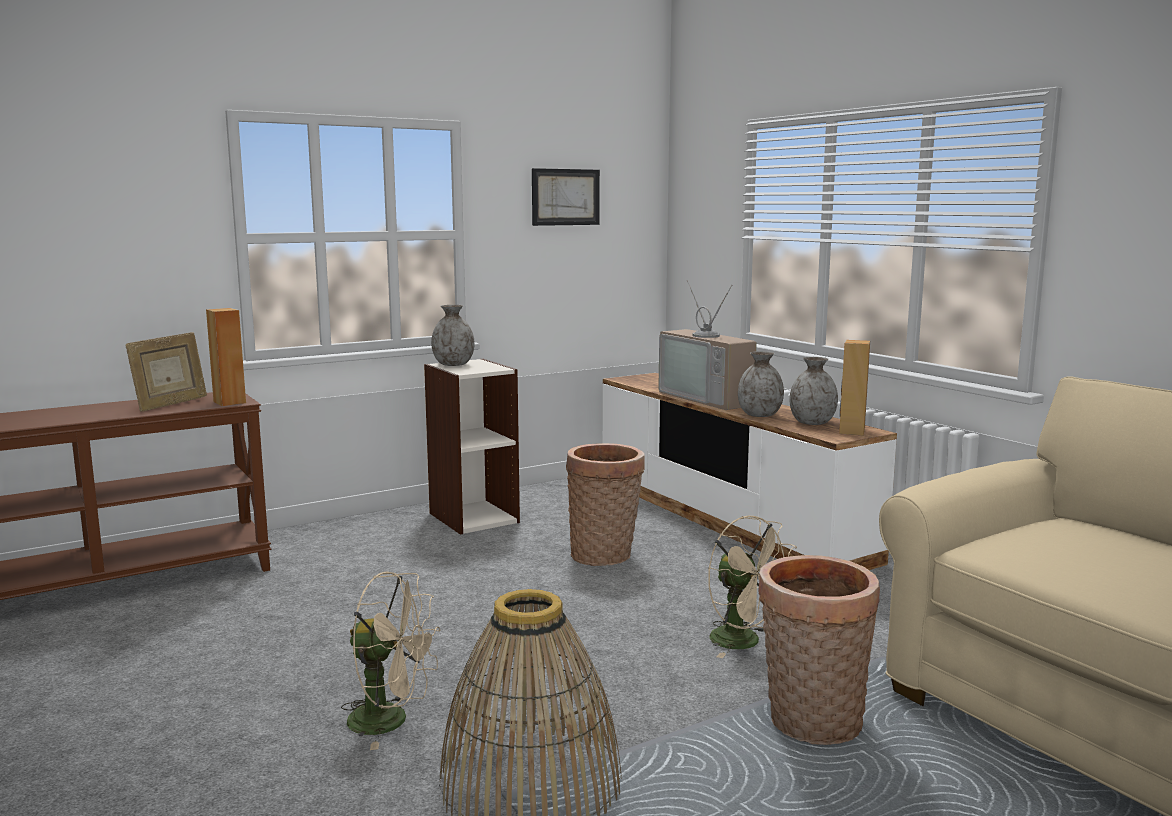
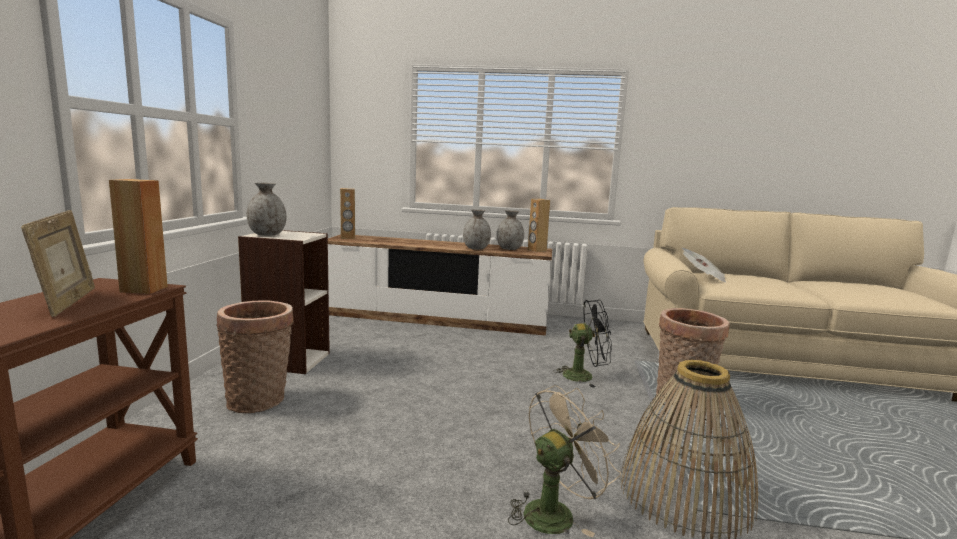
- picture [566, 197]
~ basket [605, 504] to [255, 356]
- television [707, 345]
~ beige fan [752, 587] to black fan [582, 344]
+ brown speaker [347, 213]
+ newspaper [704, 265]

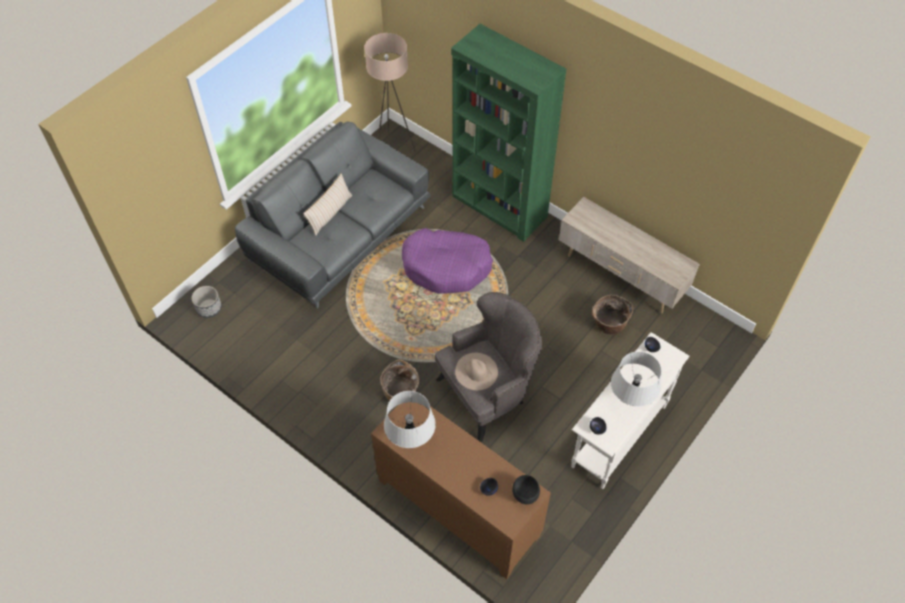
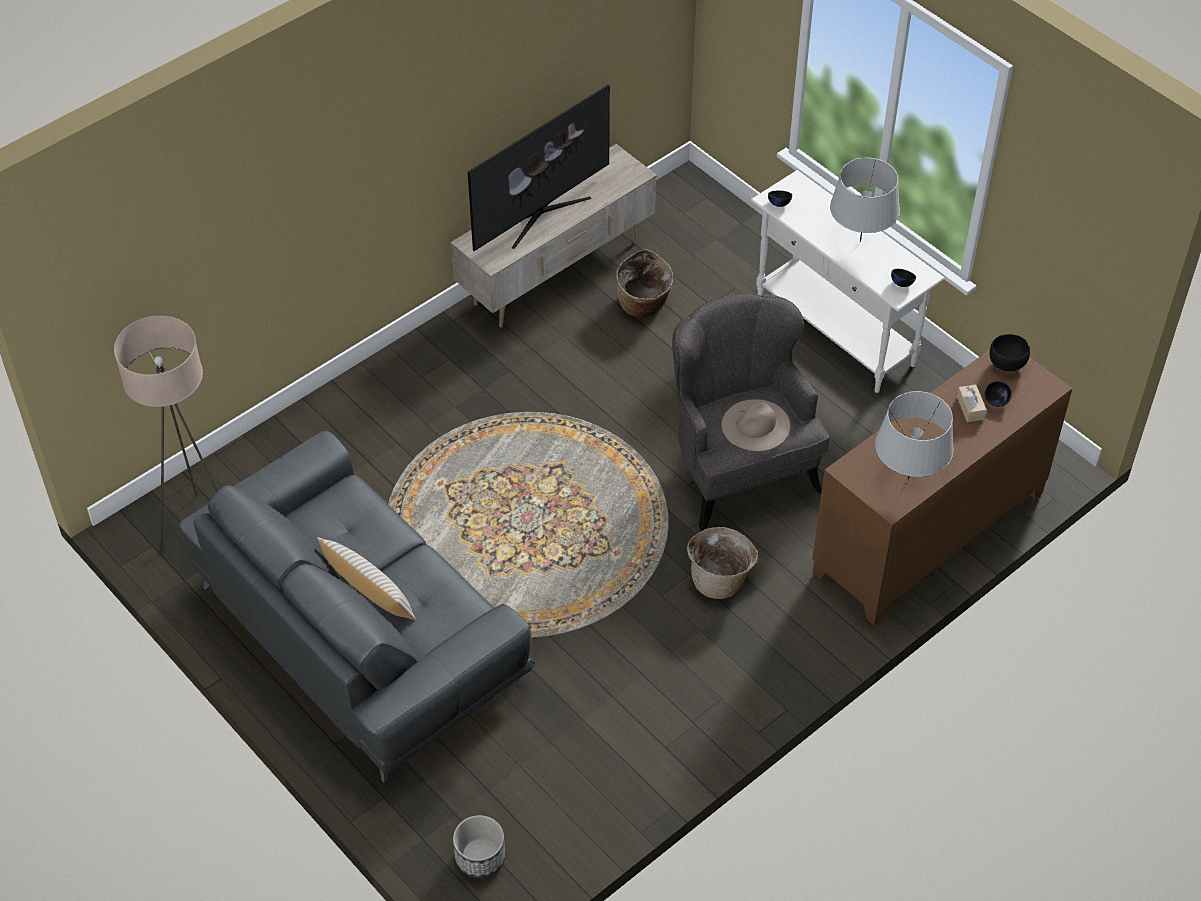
- purple dog bed [447, 260]
- green bookcase [509, 133]
+ television [539, 168]
+ beige tissue box [972, 403]

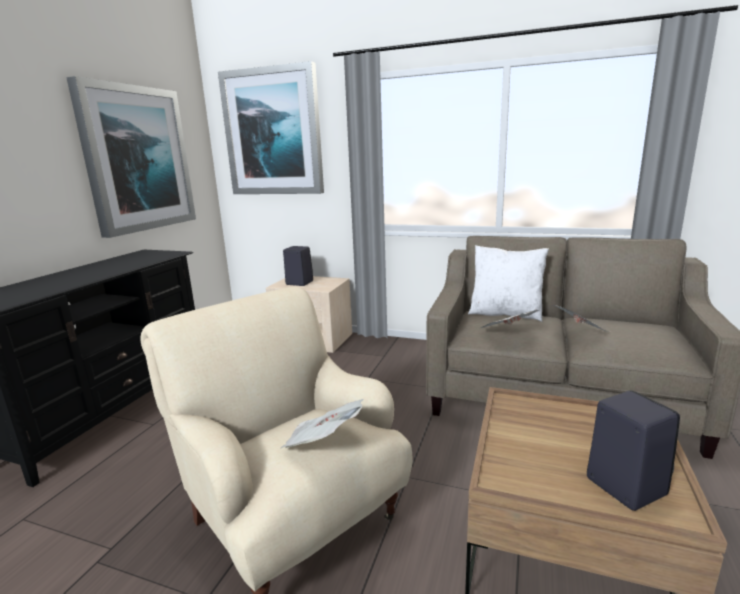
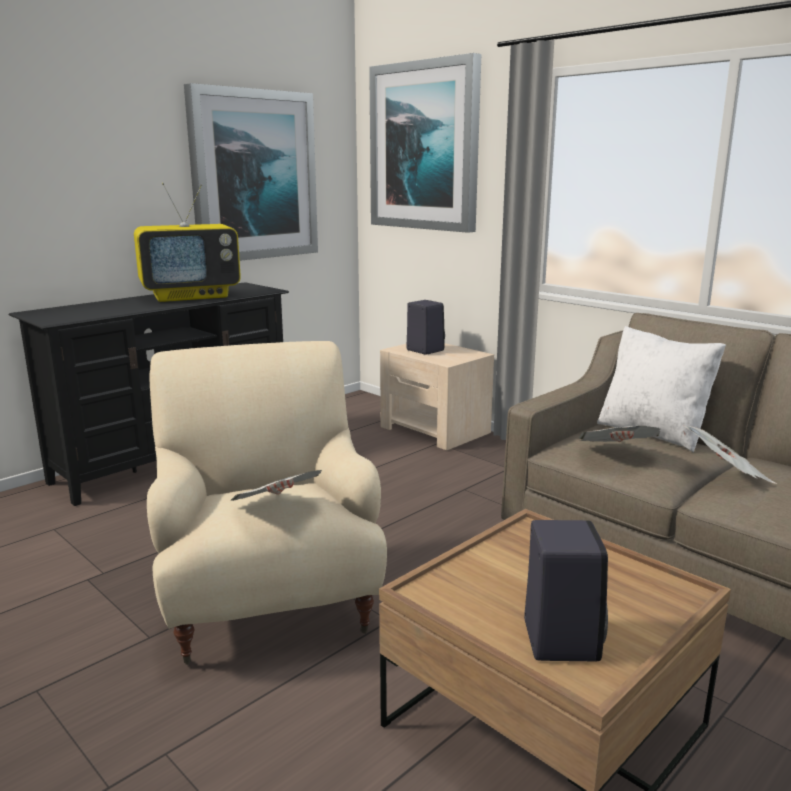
+ television [187, 242]

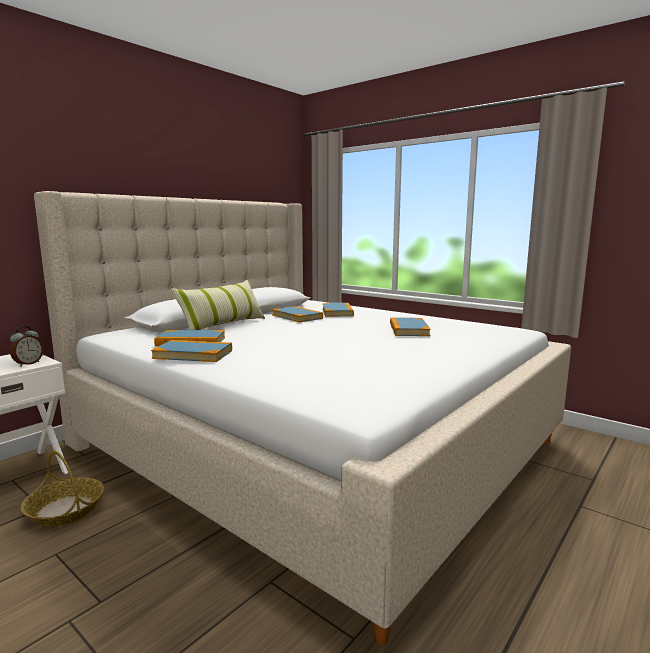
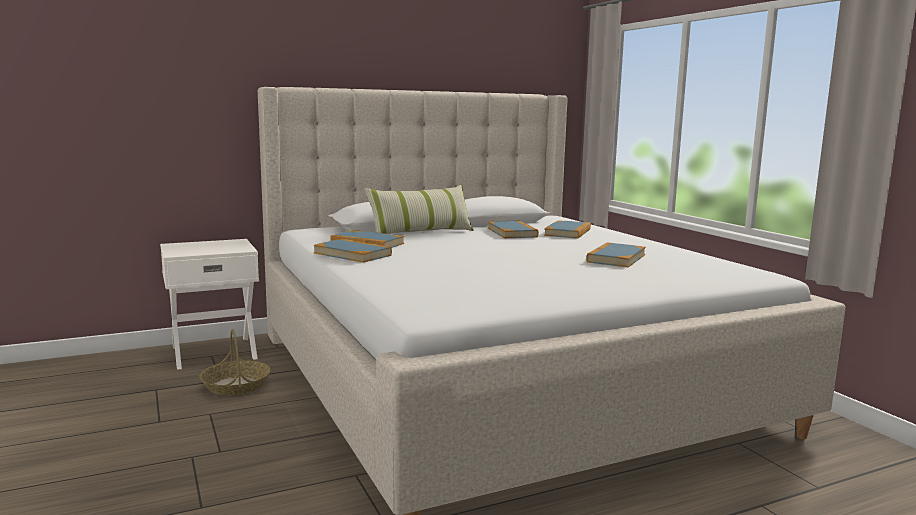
- alarm clock [26, 346]

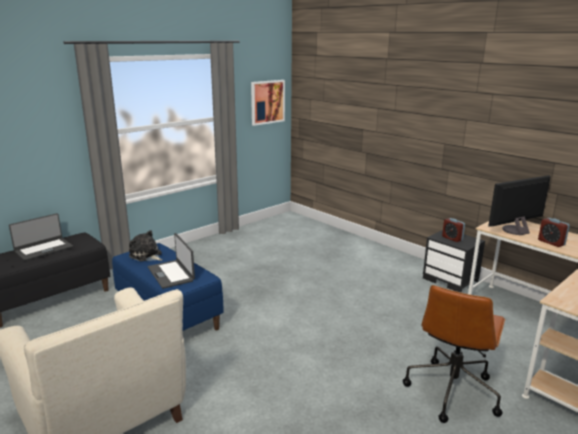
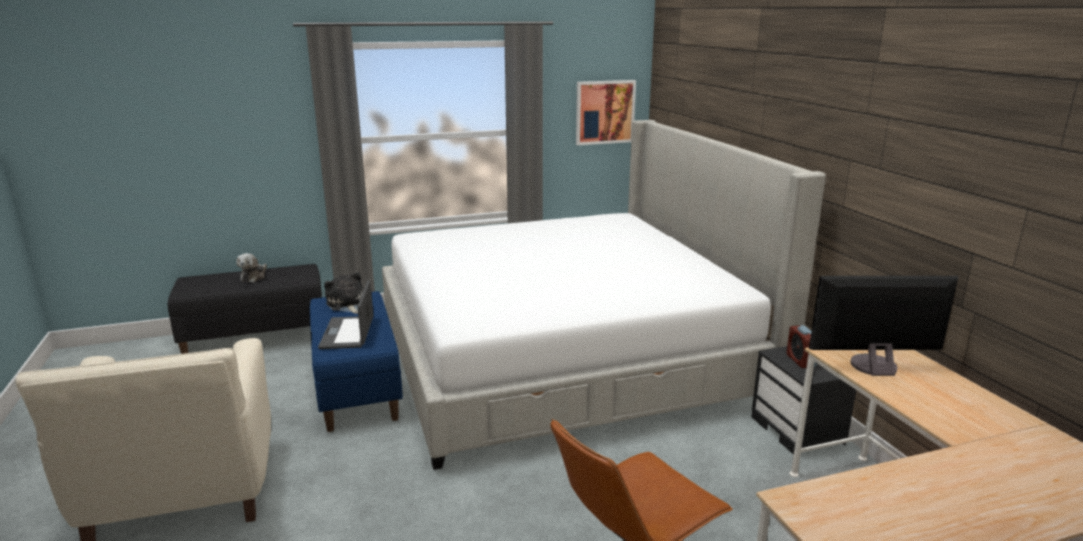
~ laptop [41, 237] to plush toy [251, 267]
- alarm clock [554, 232]
+ bed [604, 295]

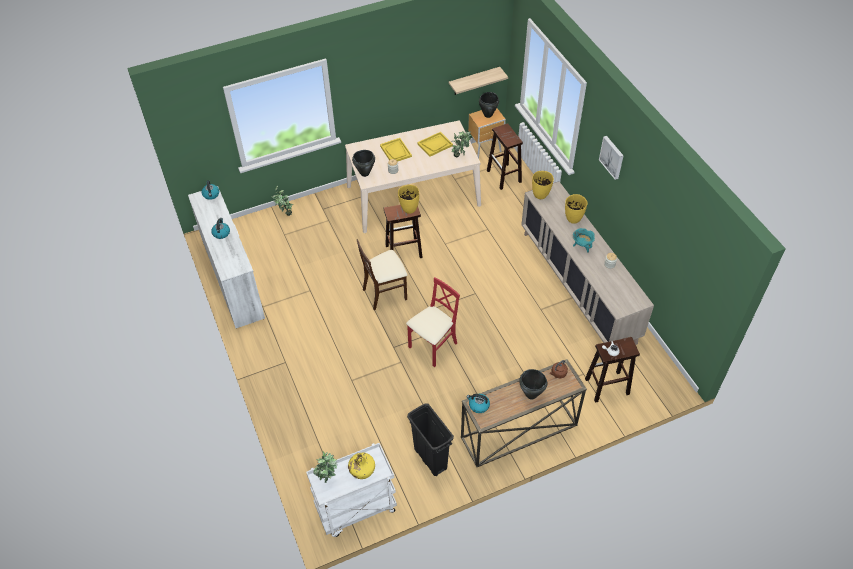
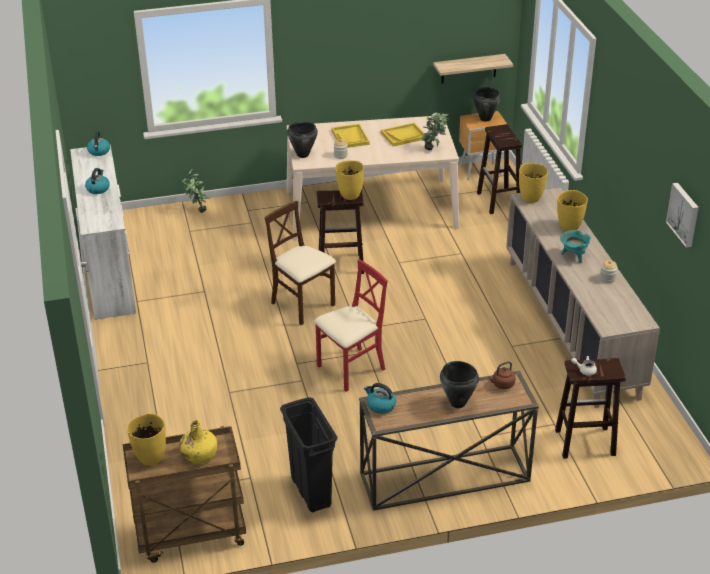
~ white cart [351, 490] to brown cart [184, 494]
~ potted plant [325, 467] to yellow vase [146, 440]
~ beige chair [382, 274] = [300, 263] 60 degrees clockwise
~ picture [611, 158] to [682, 215]

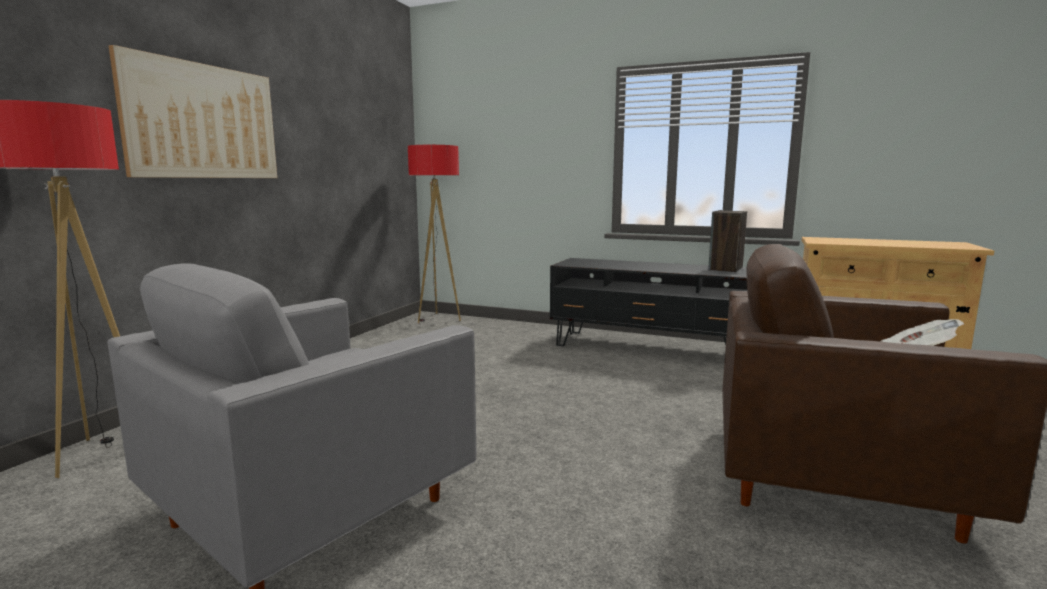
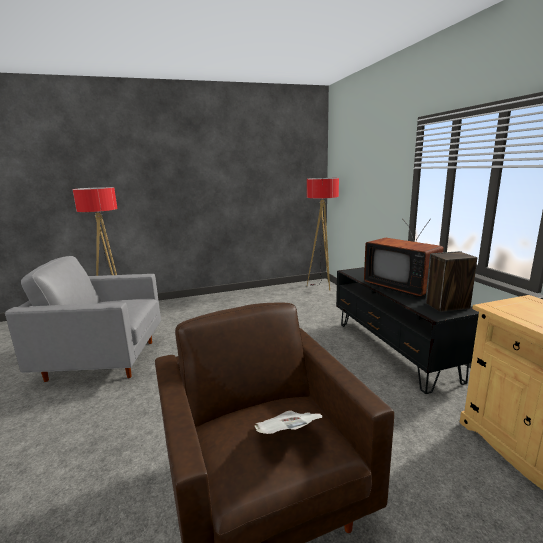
- picture [192, 111]
+ television [404, 258]

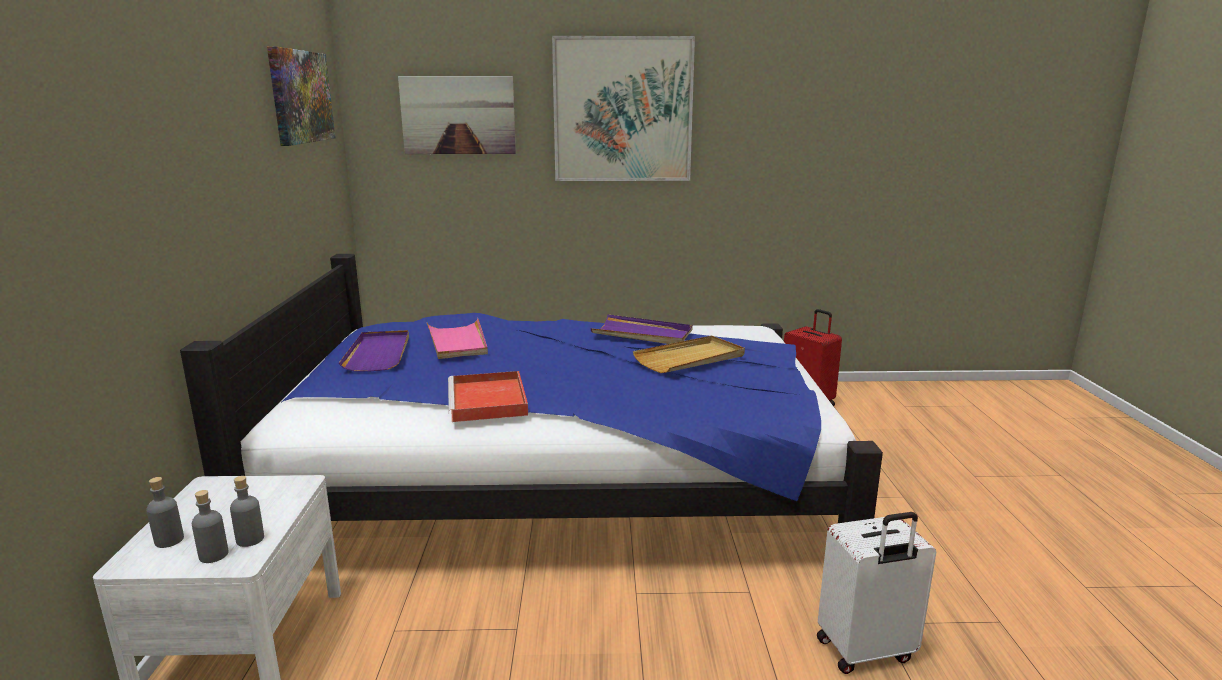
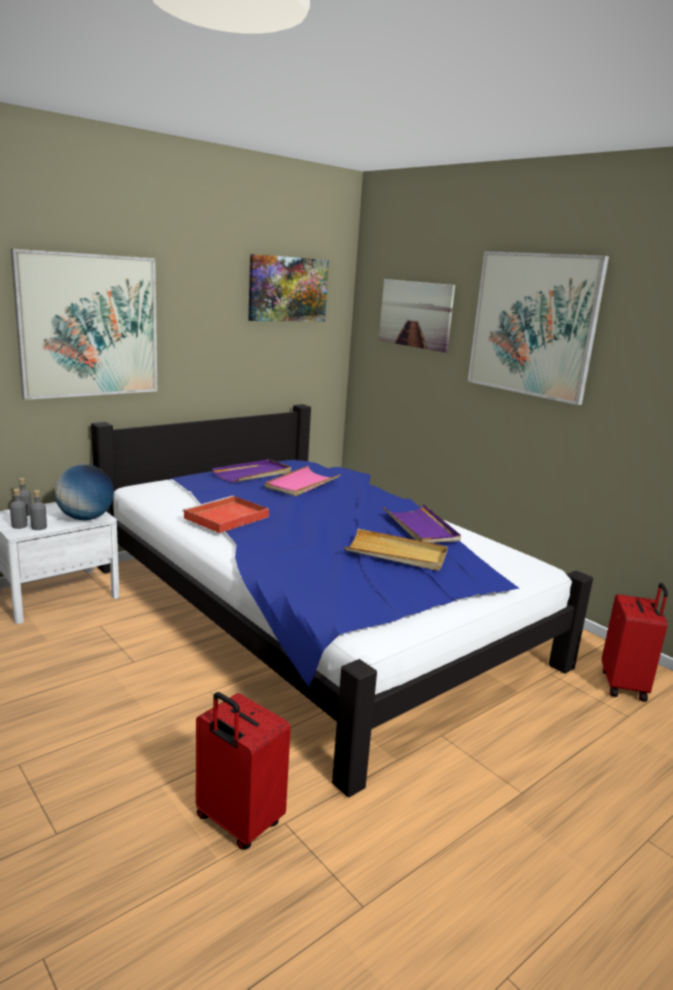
~ white suitcase [876, 593] to red suitcase [243, 771]
+ picture [84, 324]
+ globe [84, 492]

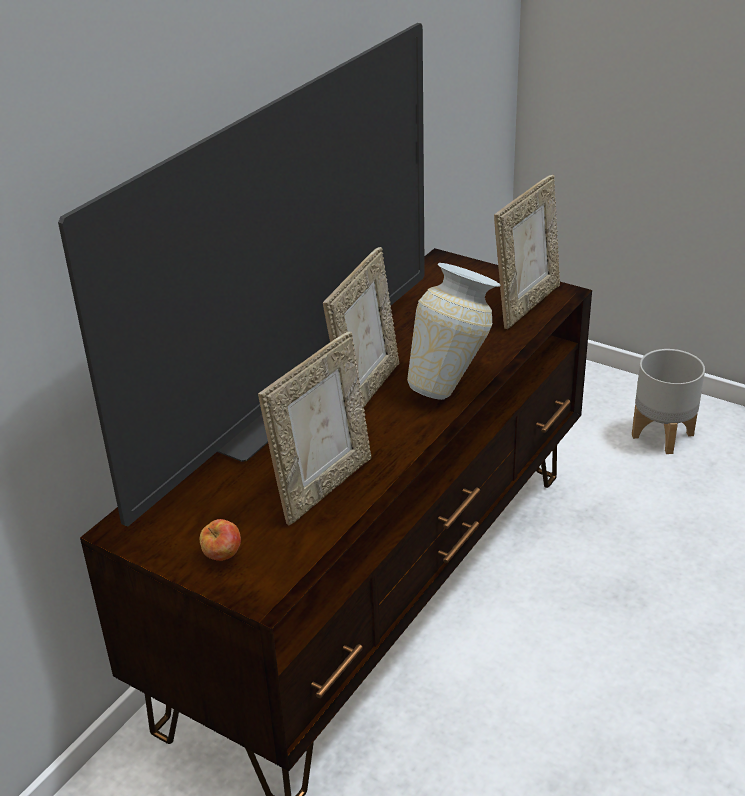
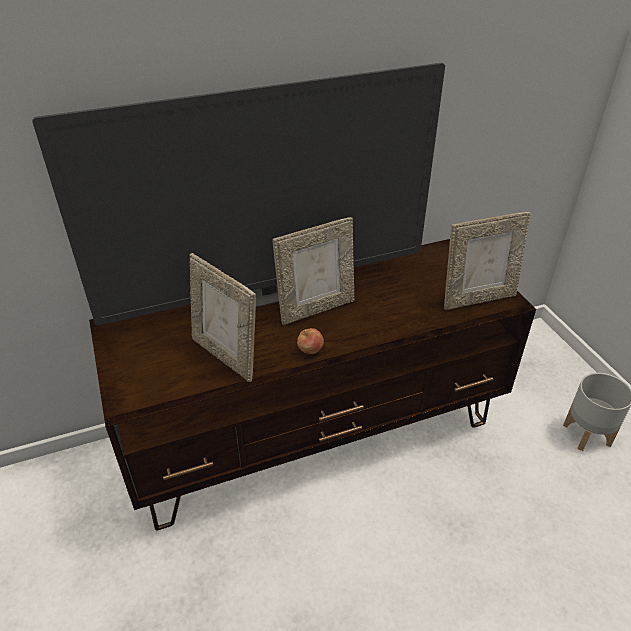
~ apple [220, 540] to [310, 341]
~ picture frame [314, 428] = [222, 317] 60 degrees clockwise
- vase [453, 331]

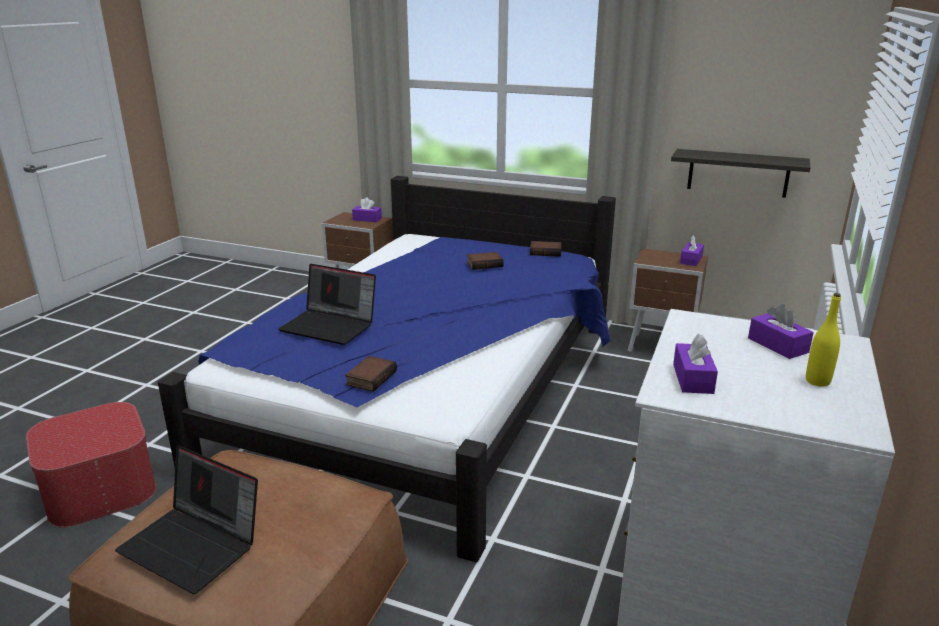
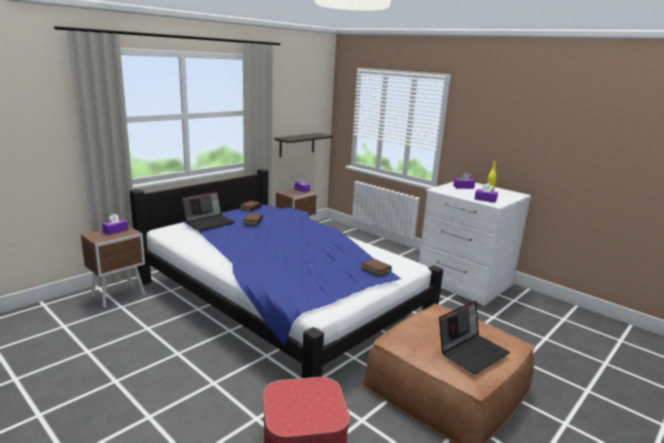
~ laptop [327, 304] to [208, 211]

